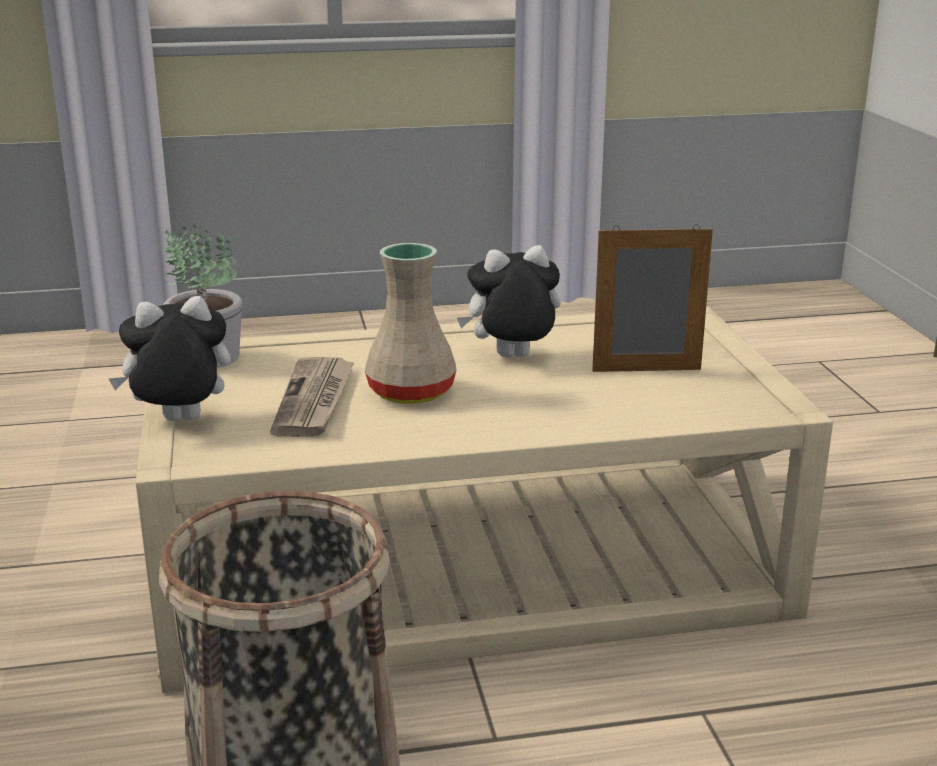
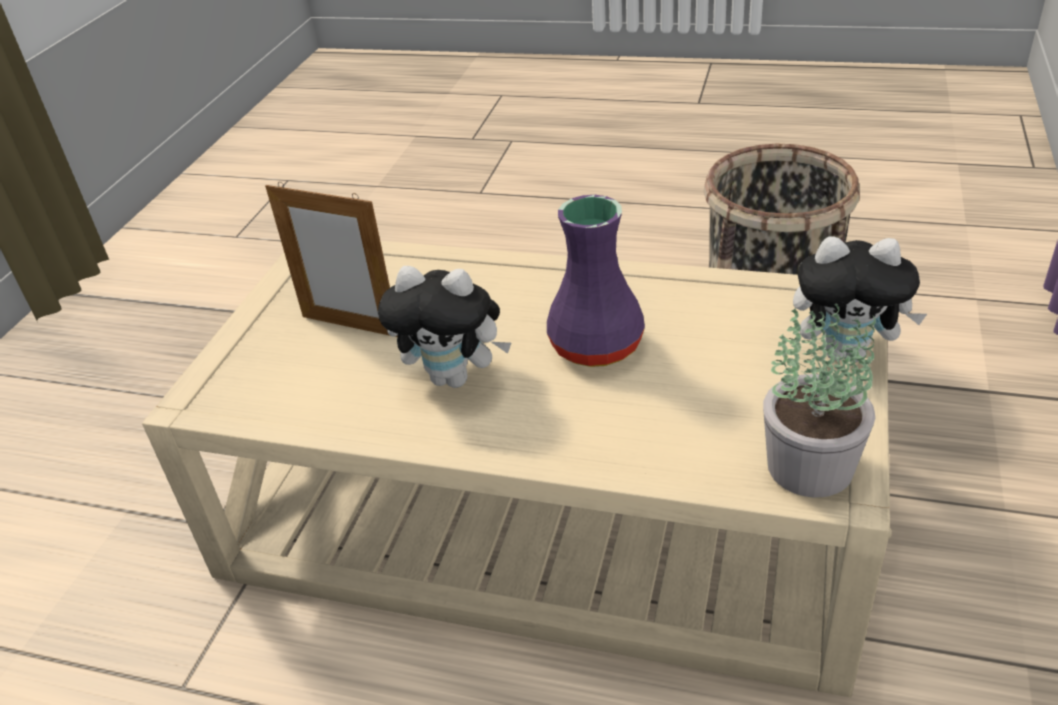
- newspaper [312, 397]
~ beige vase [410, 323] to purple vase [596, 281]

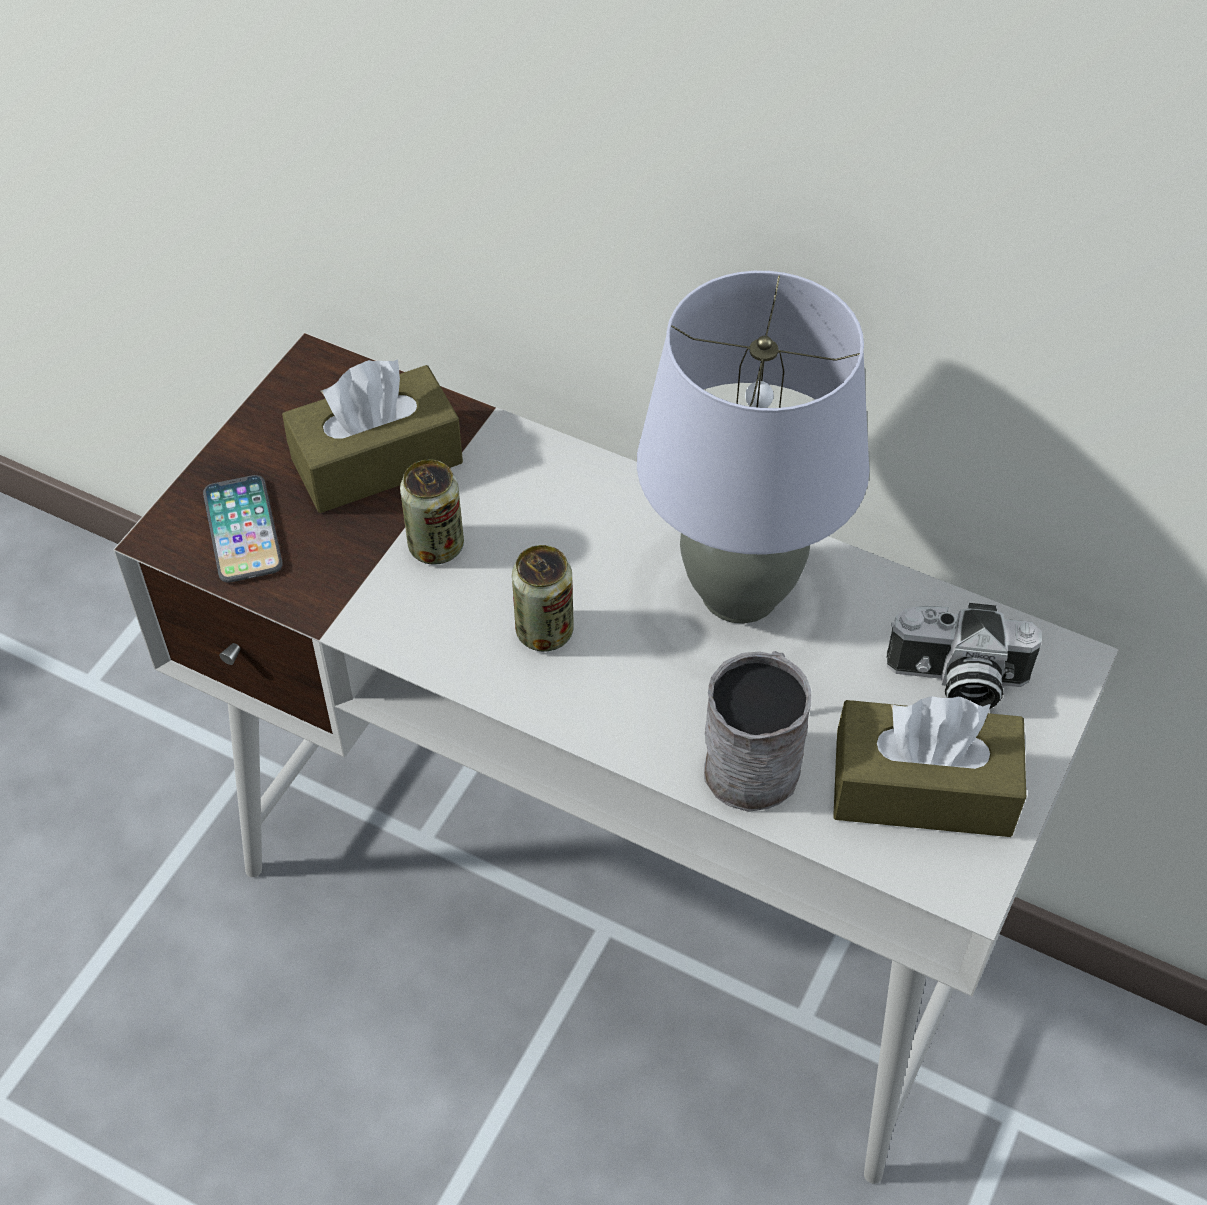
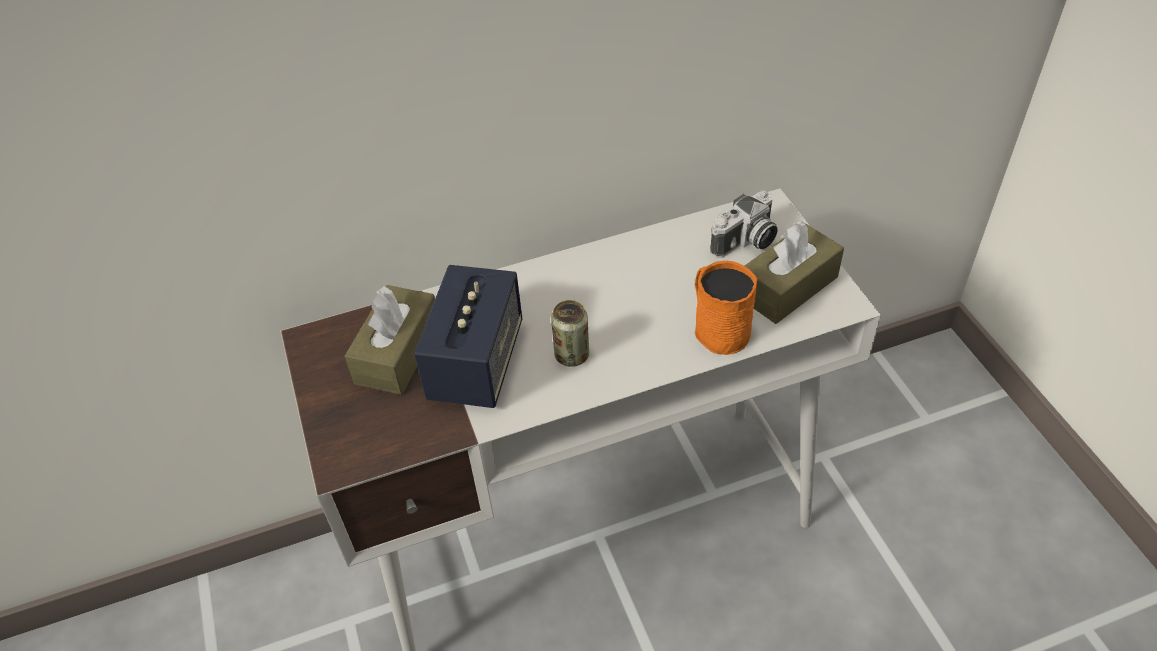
- phone [243, 529]
~ can [432, 511] to speaker [468, 336]
- grey table lamp [753, 447]
~ grey mug [757, 731] to orange mug [726, 308]

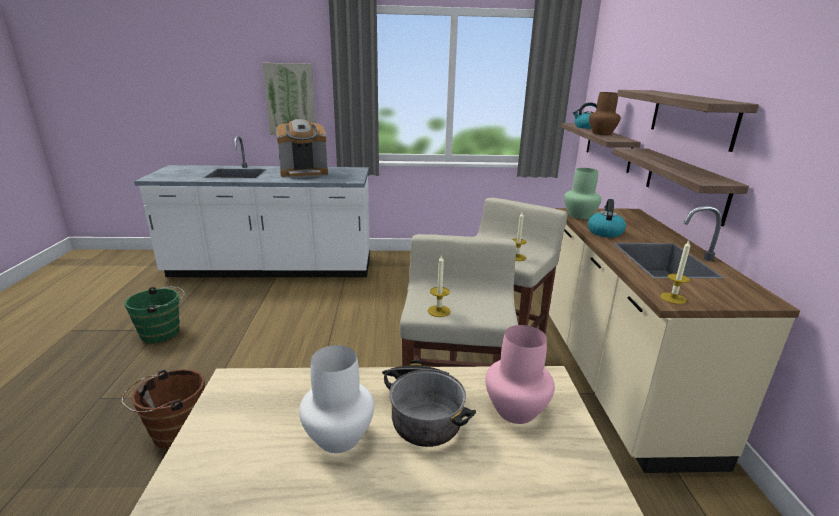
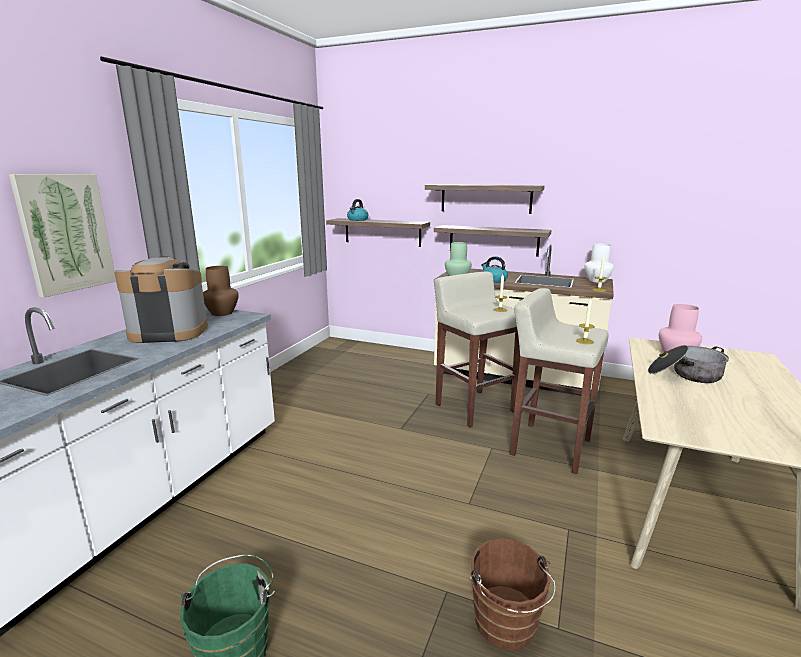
~ coffee machine [302, 148] = [161, 300] 105 degrees counterclockwise
~ white vase [336, 399] to [599, 263]
~ brown vase [605, 113] to [221, 291]

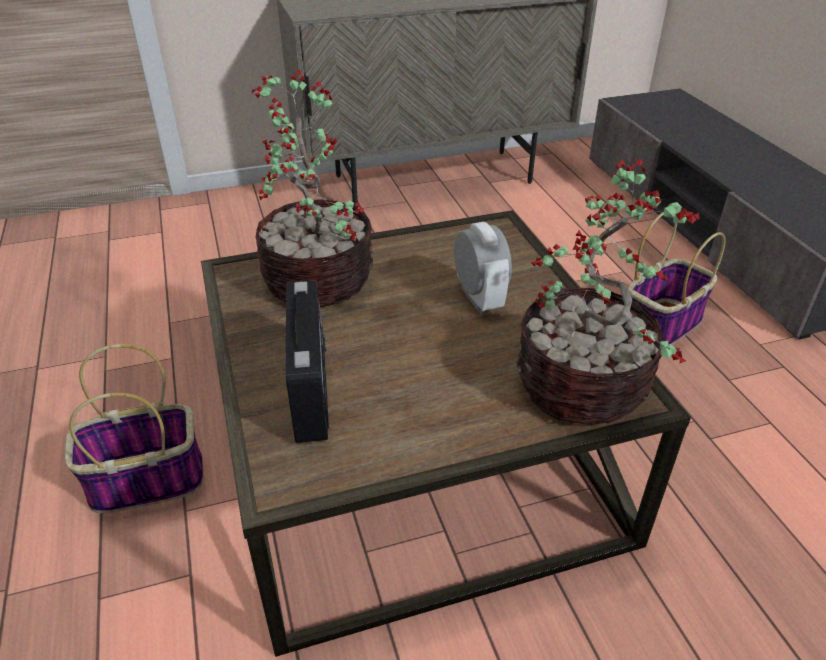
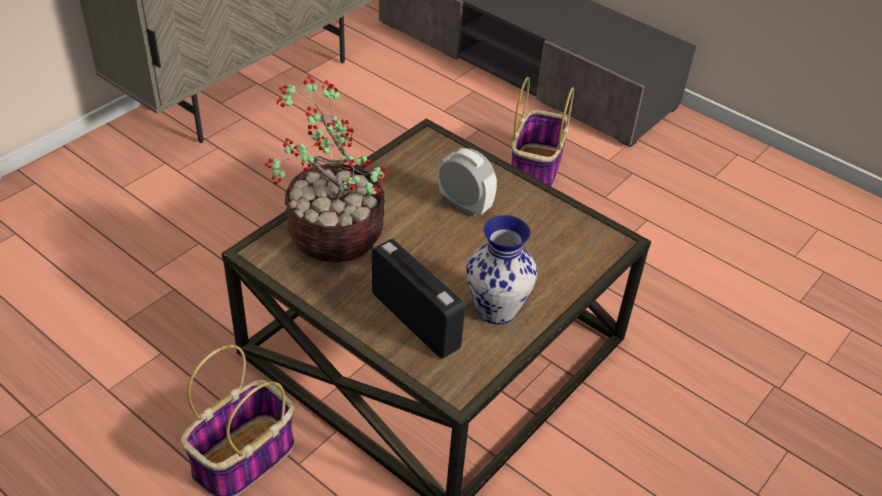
- potted plant [608, 292]
+ vase [501, 269]

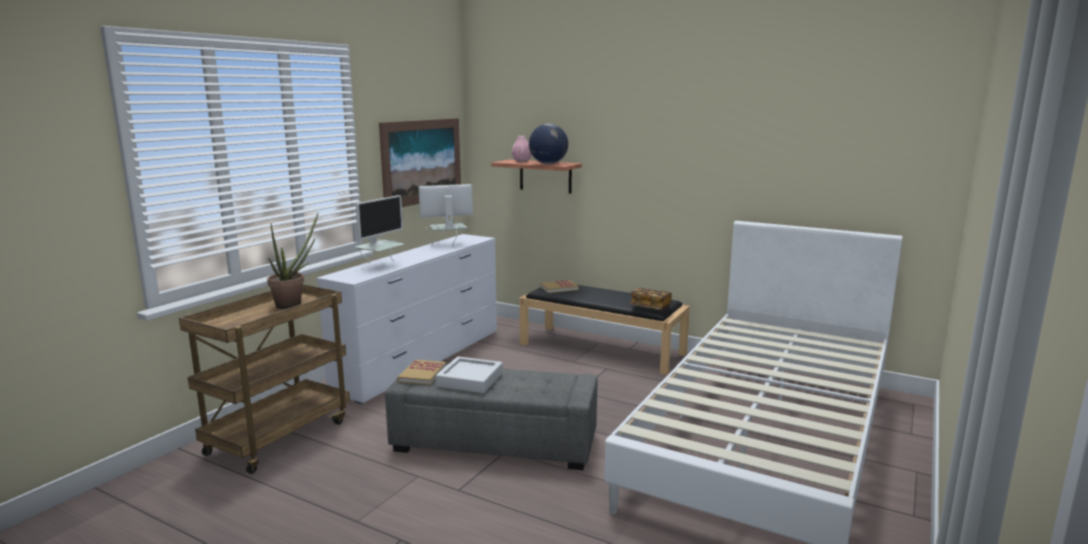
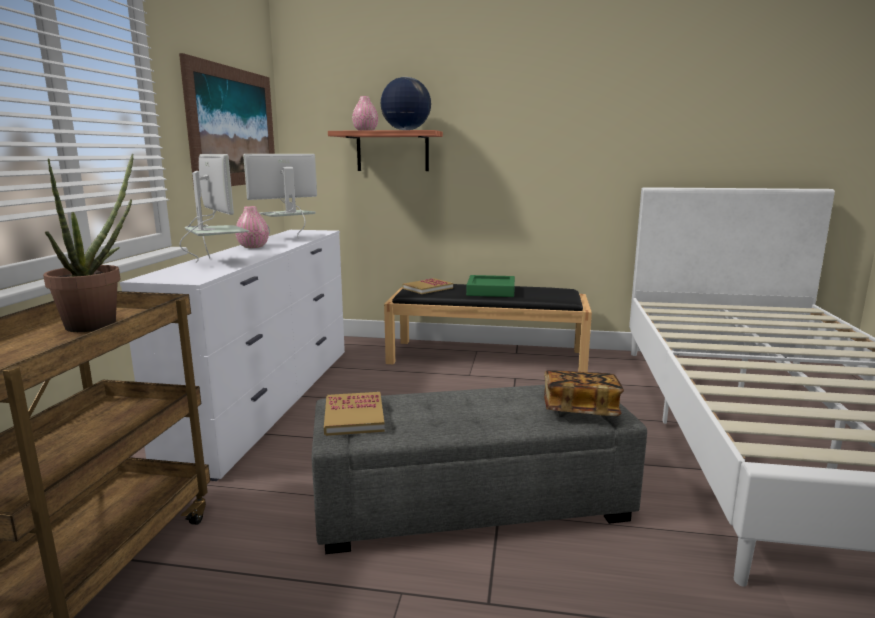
~ monitor [379, 229] = [214, 208] 45 degrees counterclockwise
- grey tray [469, 375]
~ book [650, 299] to [584, 393]
+ pink vase [252, 227]
+ green tray [490, 286]

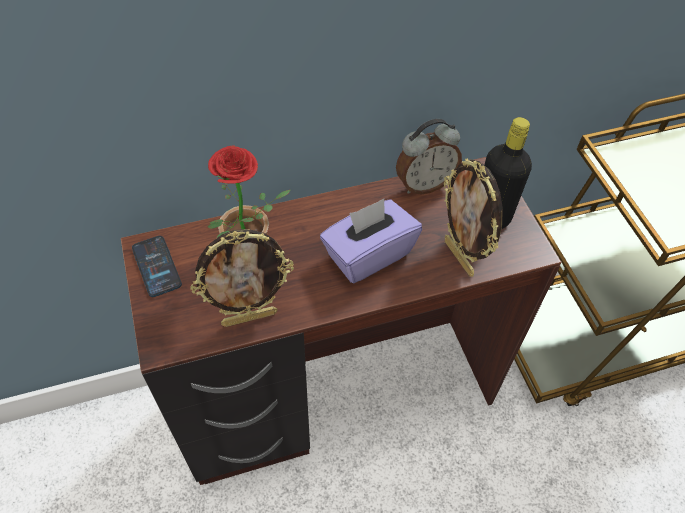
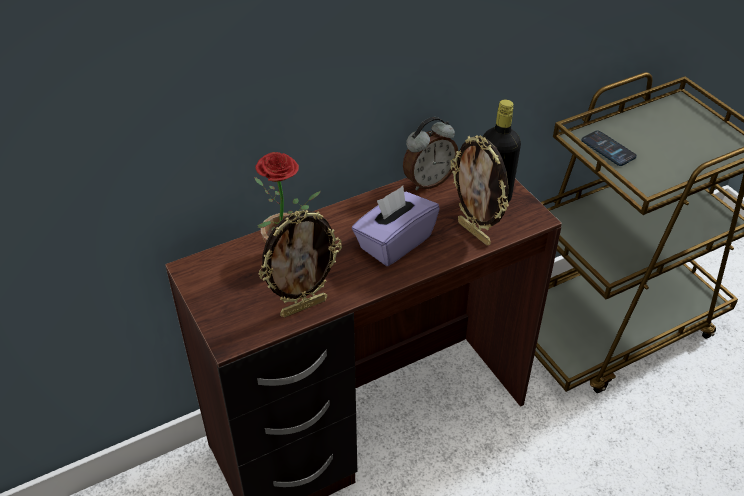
~ phone [157, 266] to [609, 148]

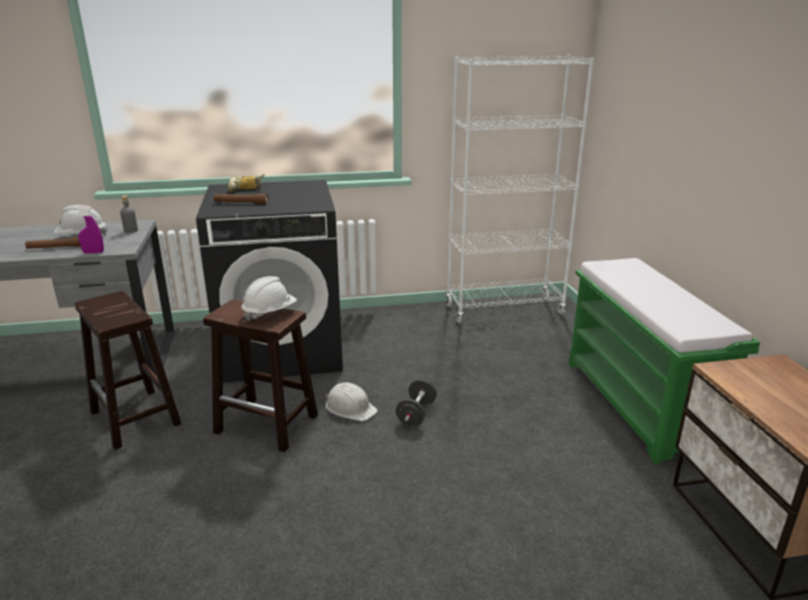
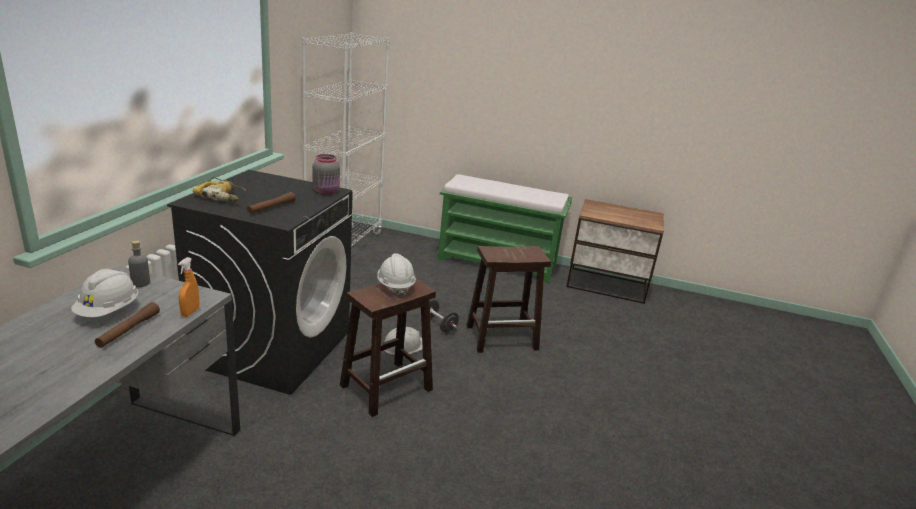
~ purple spray bottle [89, 230] to orange spray bottle [189, 287]
~ brown stool [128, 370] to [508, 299]
+ grey jar [326, 174]

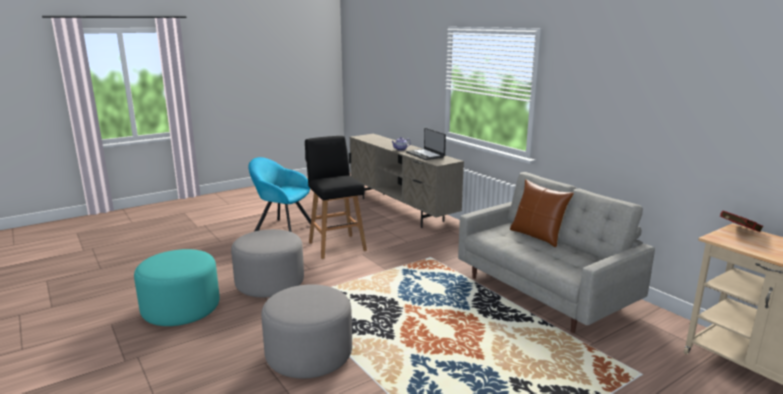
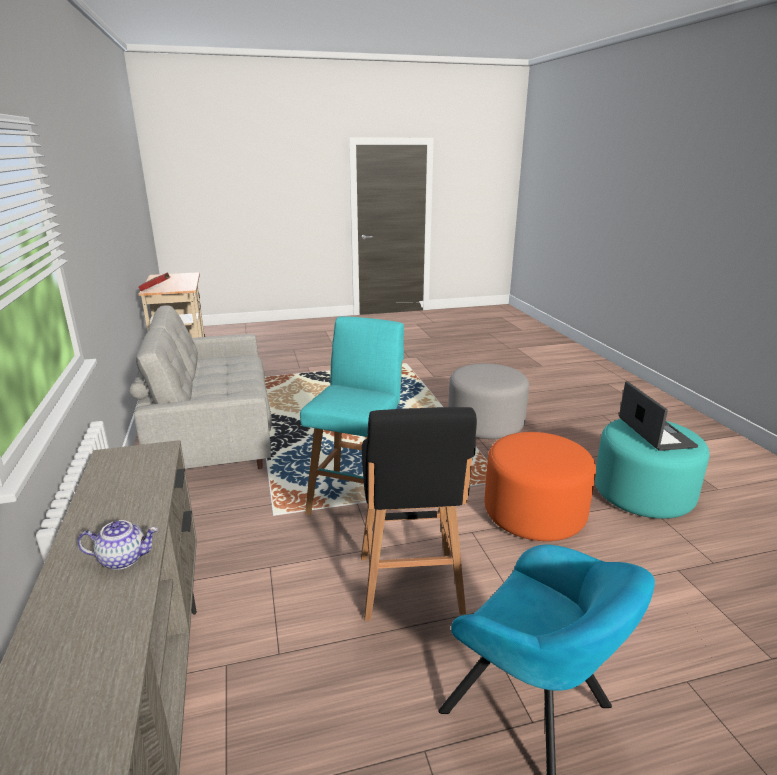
~ grey ottoman [267, 263] to orange ottoman [540, 486]
~ laptop [426, 144] to [658, 416]
- brown pillow [542, 213]
+ turquoise stool [352, 415]

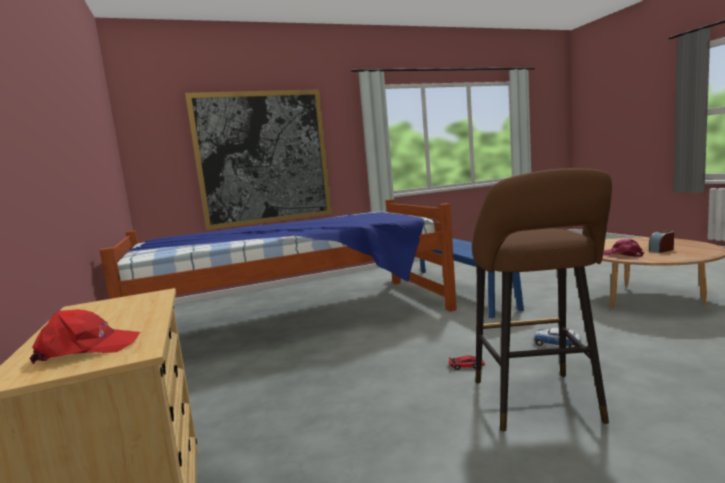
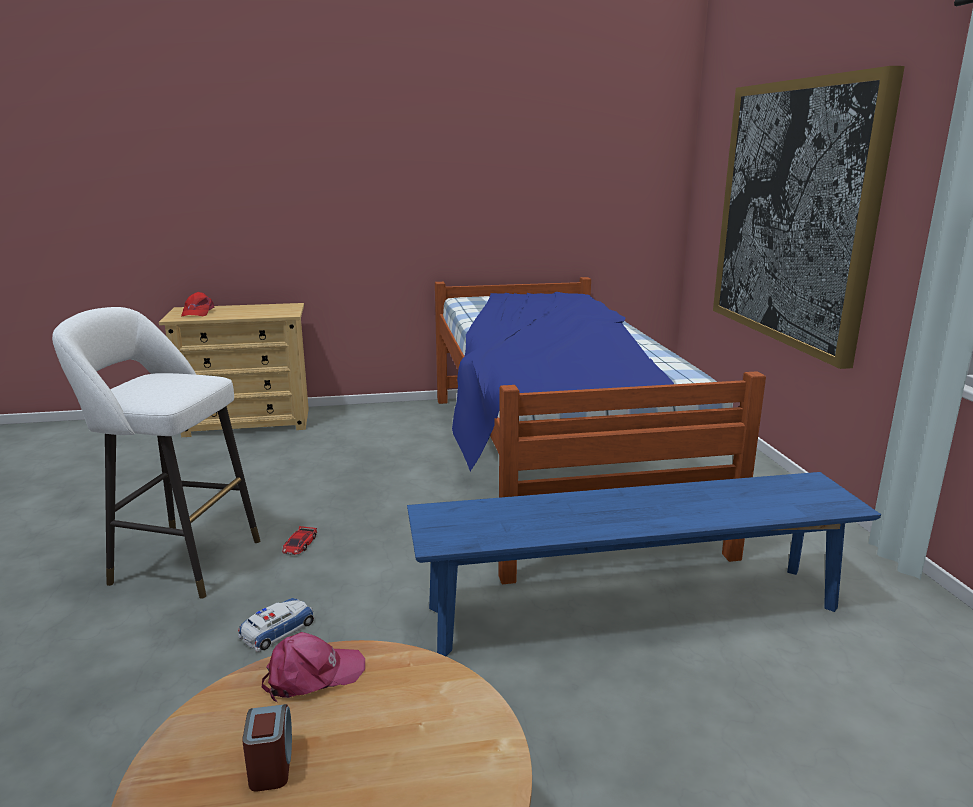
~ brown stool [542, 299] to white stool [156, 453]

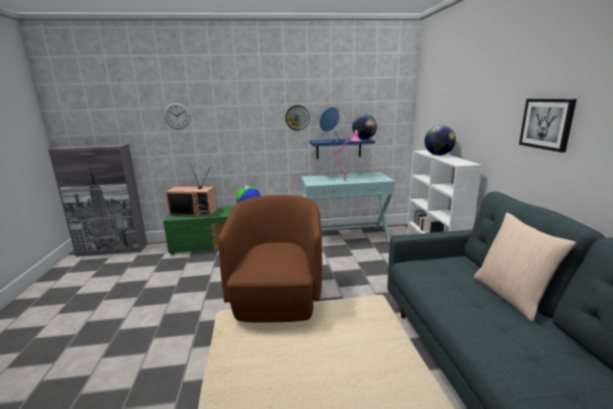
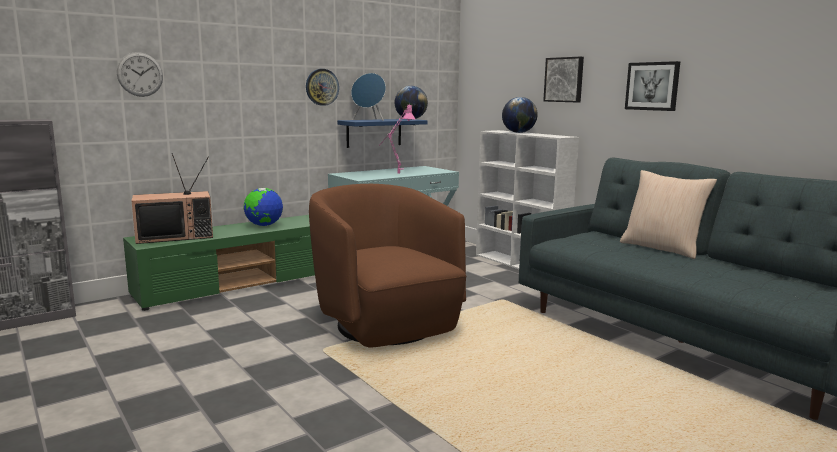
+ picture [563, 79]

